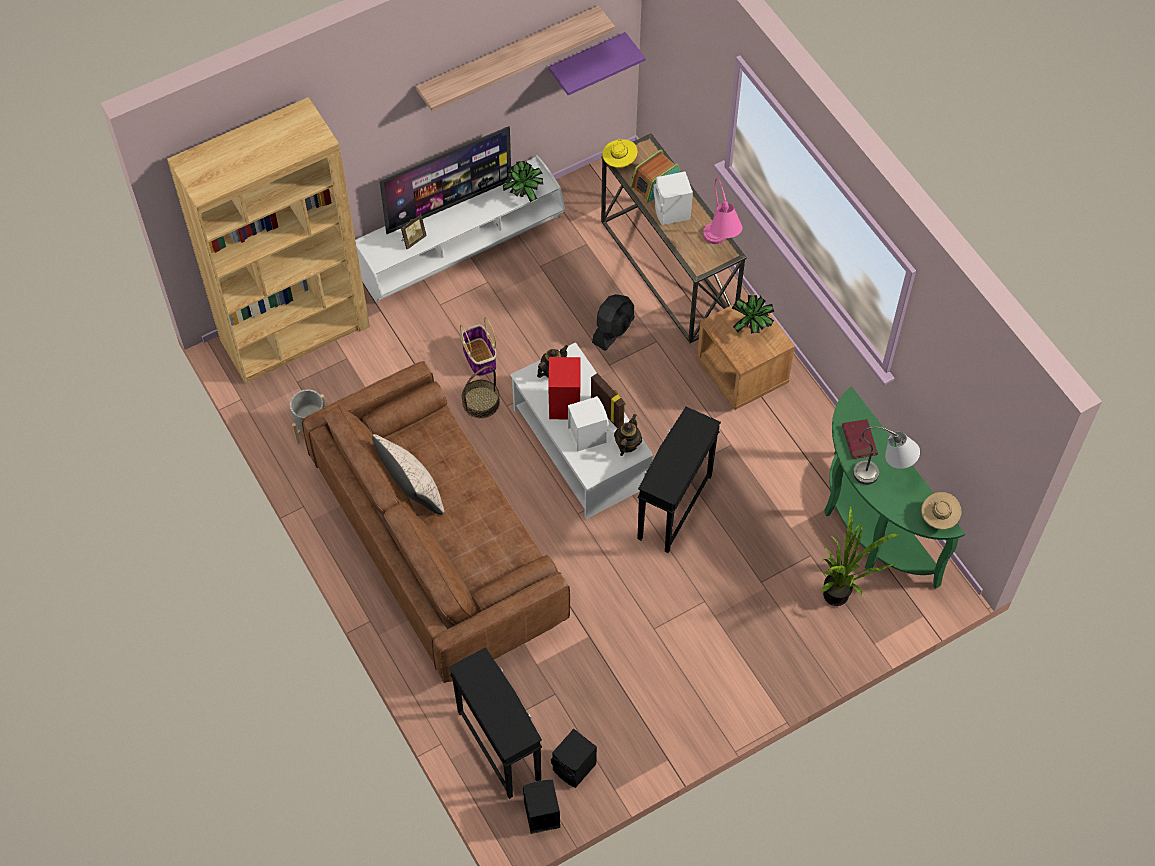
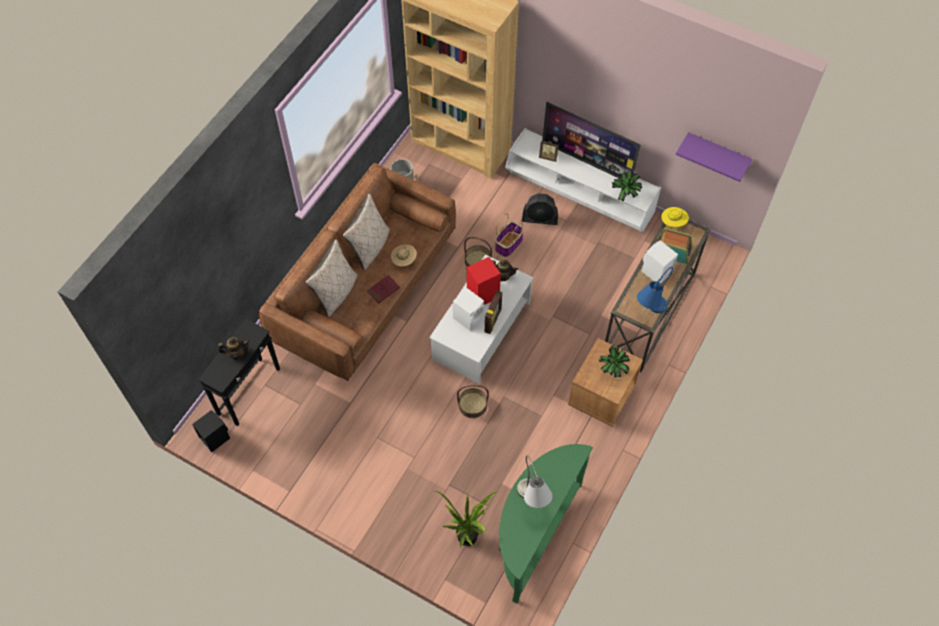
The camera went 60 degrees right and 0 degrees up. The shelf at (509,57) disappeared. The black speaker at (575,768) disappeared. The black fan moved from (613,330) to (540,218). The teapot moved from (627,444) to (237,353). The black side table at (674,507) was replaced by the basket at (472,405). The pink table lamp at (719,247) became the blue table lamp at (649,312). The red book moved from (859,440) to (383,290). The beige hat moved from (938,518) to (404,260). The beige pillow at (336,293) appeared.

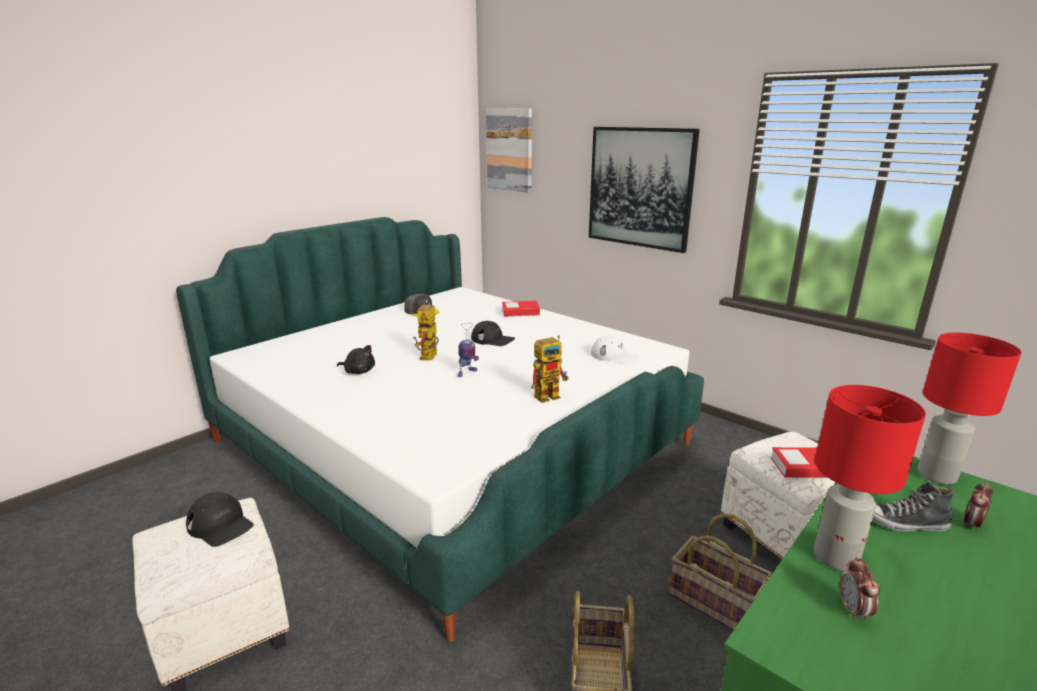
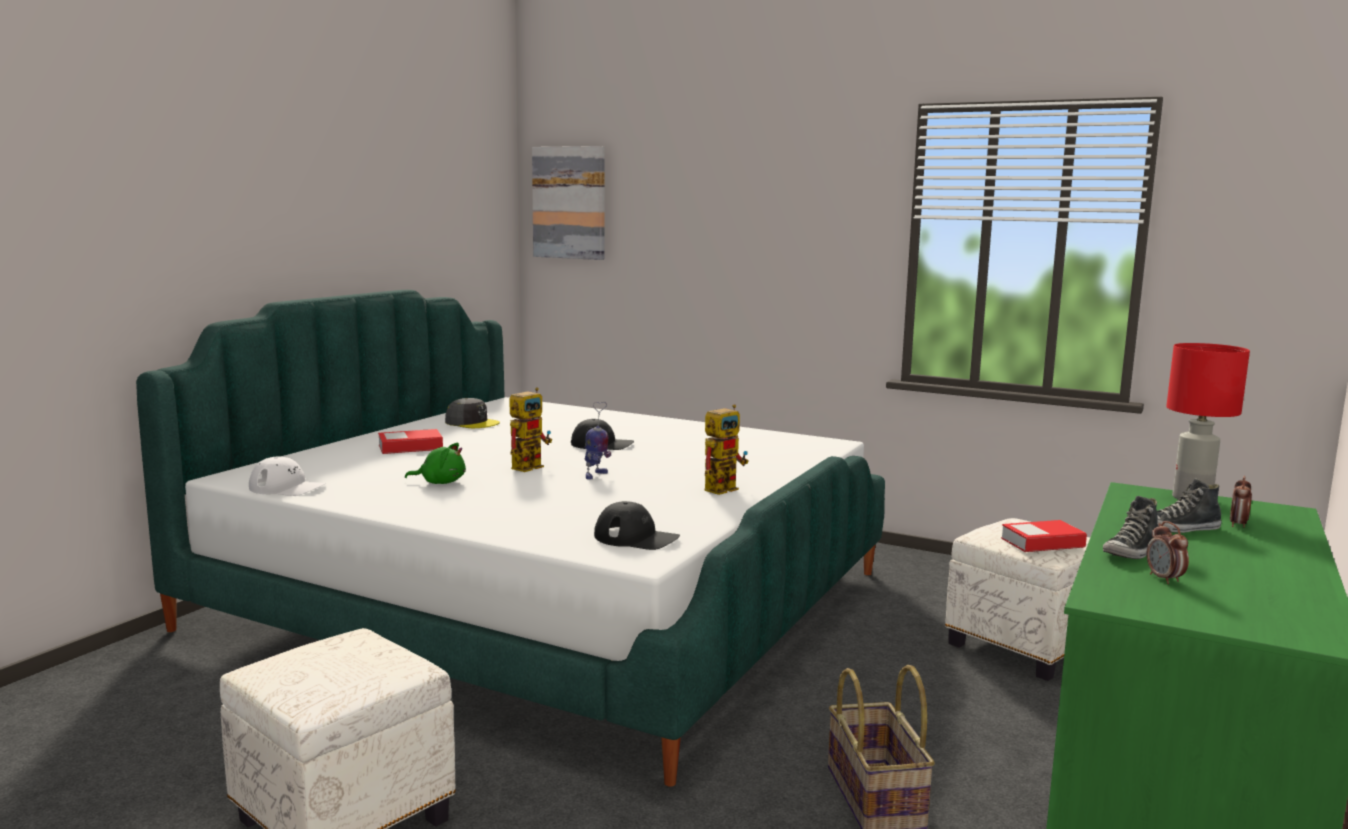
The camera went 15 degrees left and 10 degrees down. The black cap moved from (220,525) to (636,538). The black plush toy at (358,371) became the green plush toy at (440,482). The toy robot at (429,358) turned 135 degrees counterclockwise. The book moved from (520,312) to (410,447). The picture at (640,188) disappeared. The white cap moved from (614,356) to (287,488). The basket at (716,602) disappeared. The red table lamp at (837,557) was replaced by the shoe at (1131,552).

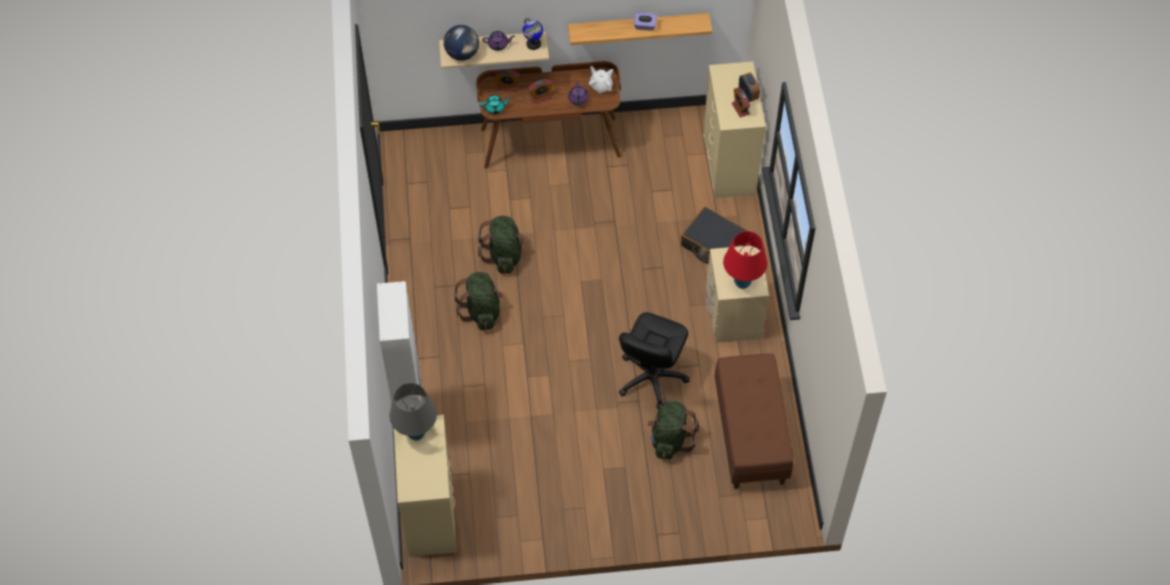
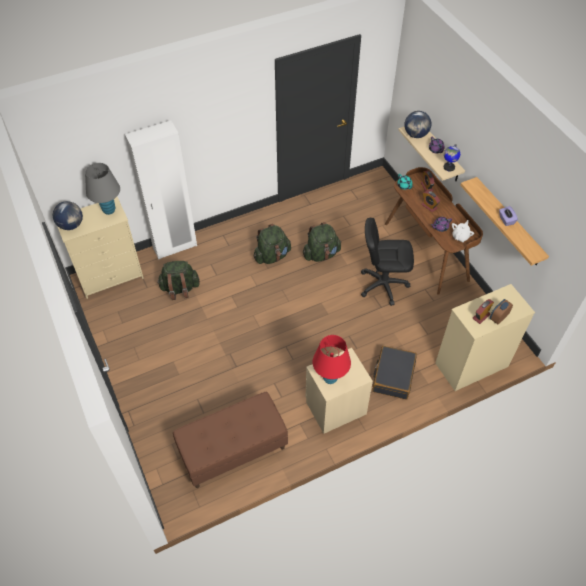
The camera went 70 degrees right and 5 degrees down. The black office chair moved from (651,378) to (383,285). The green backpack moved from (670,439) to (180,289). The globe at (71,225) appeared.

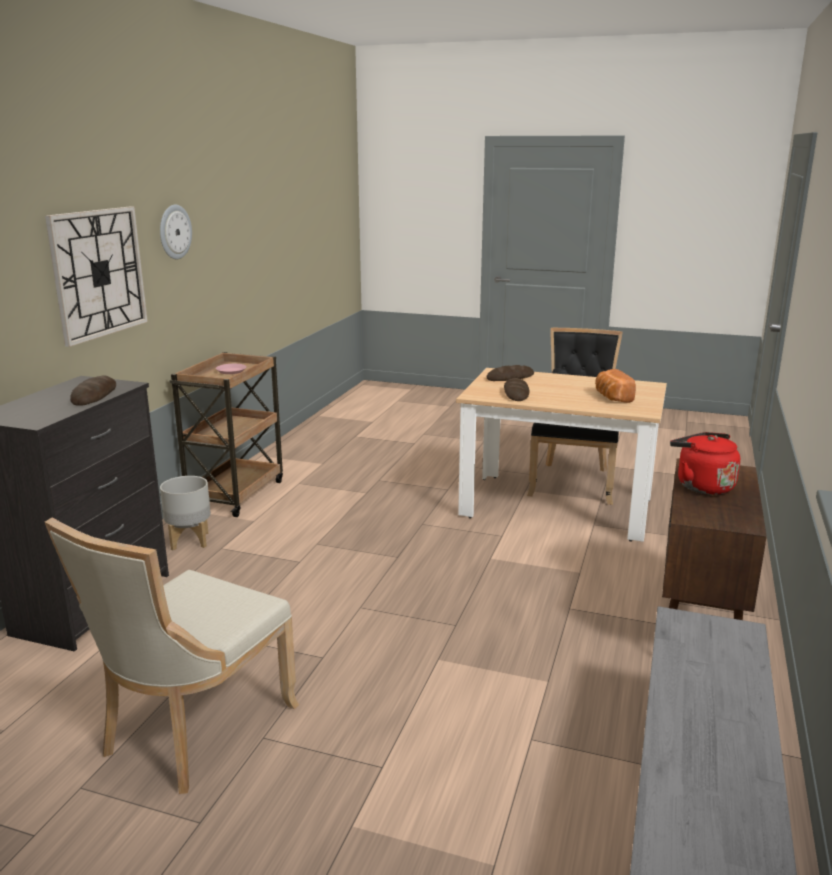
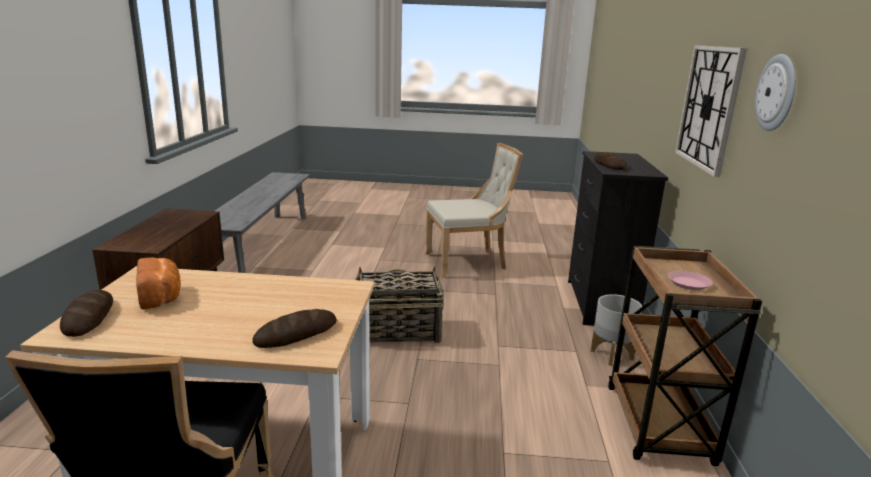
The camera went 165 degrees right and 0 degrees up. The beige chair at (192,731) turned 60 degrees clockwise. The bread moved from (516,393) to (89,317). The red kettle at (701,485) disappeared. The basket at (396,331) appeared.

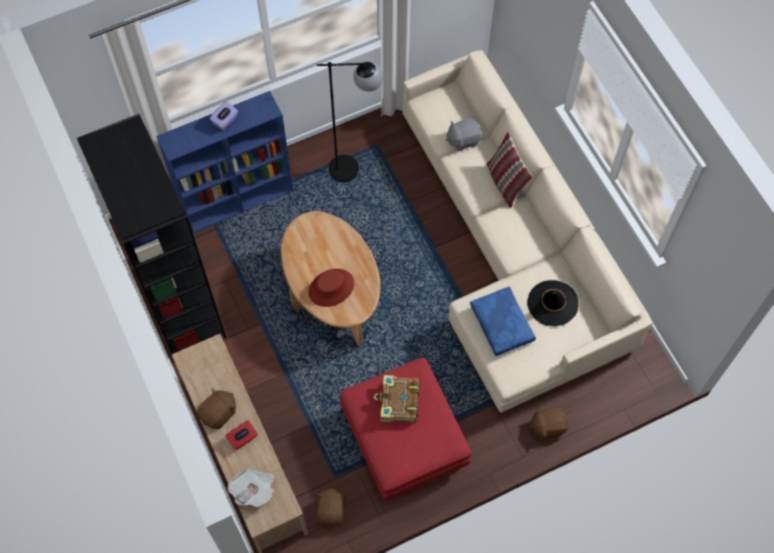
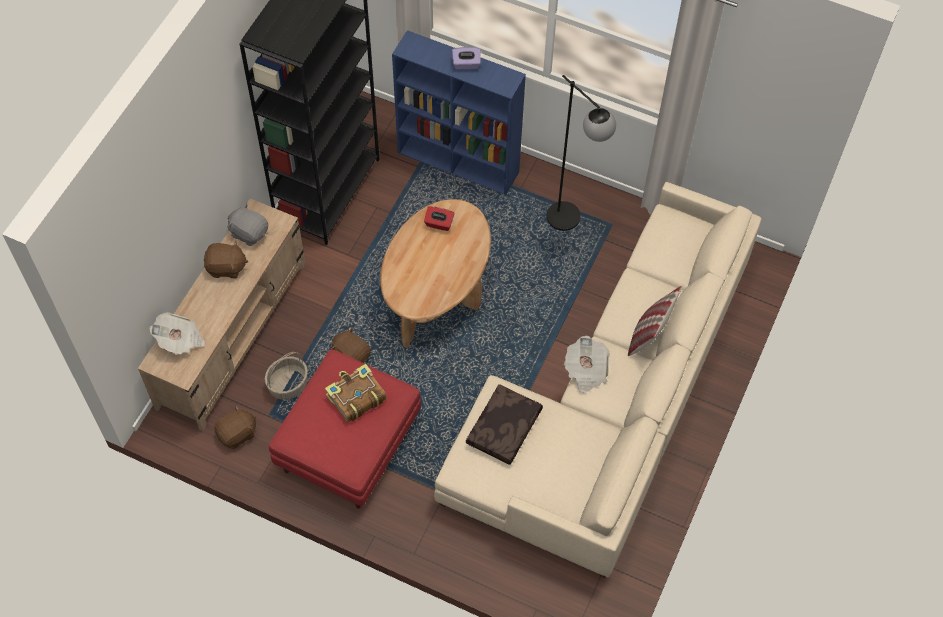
The camera went 50 degrees right and 5 degrees down. The red tissue box moved from (243,438) to (439,224). The red hat at (331,288) disappeared. The grey plush toy moved from (463,140) to (249,232). The blue pillow at (503,324) became the brown pillow at (504,429). The black hat at (552,303) disappeared. The brown plush toy moved from (547,426) to (351,355). The basket at (288,384) appeared. The newspaper at (586,371) appeared.

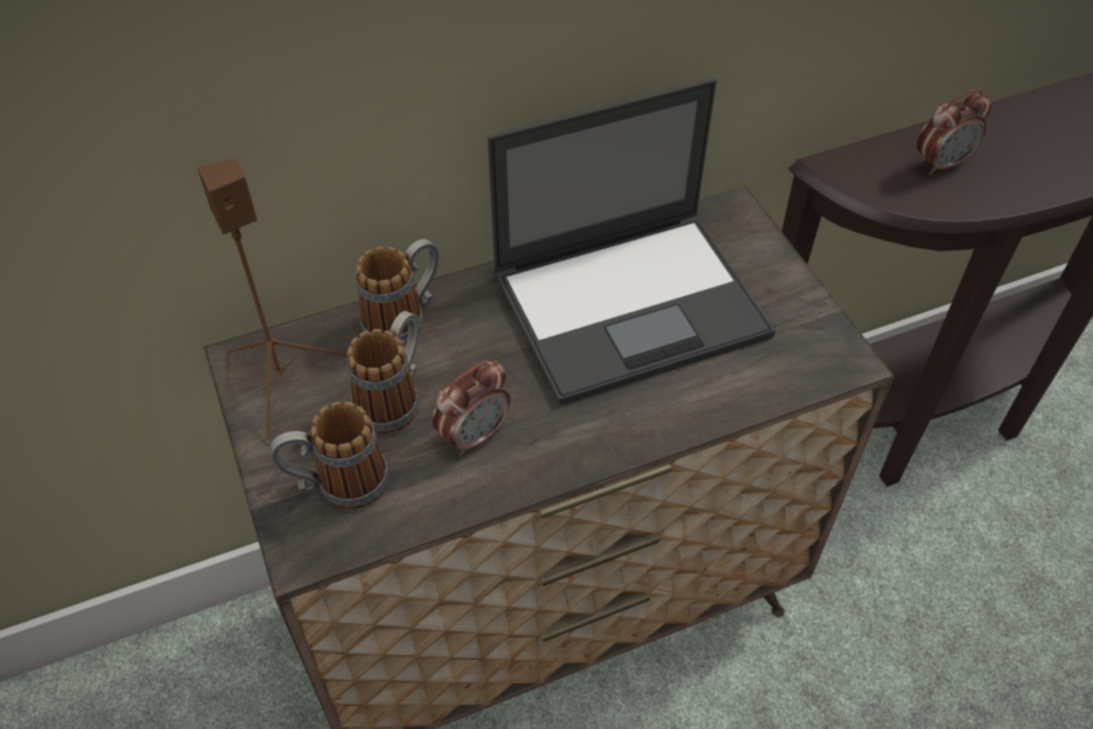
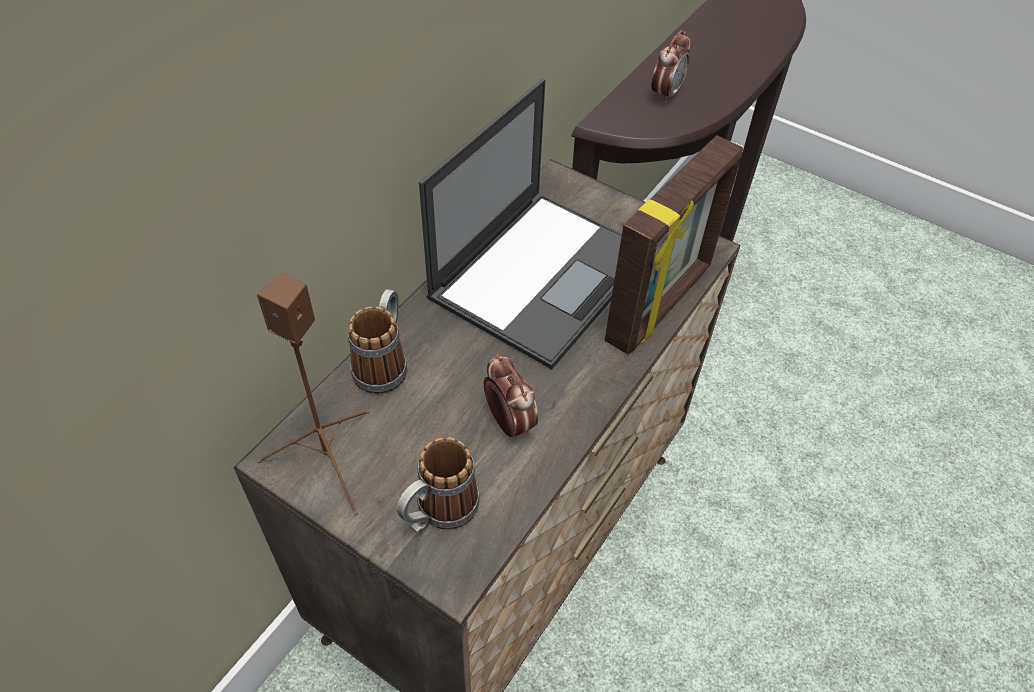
The camera went 35 degrees left and 0 degrees up. The mug at (395,397) disappeared. The alarm clock at (474,435) turned 45 degrees counterclockwise. The picture frame at (661,304) appeared.

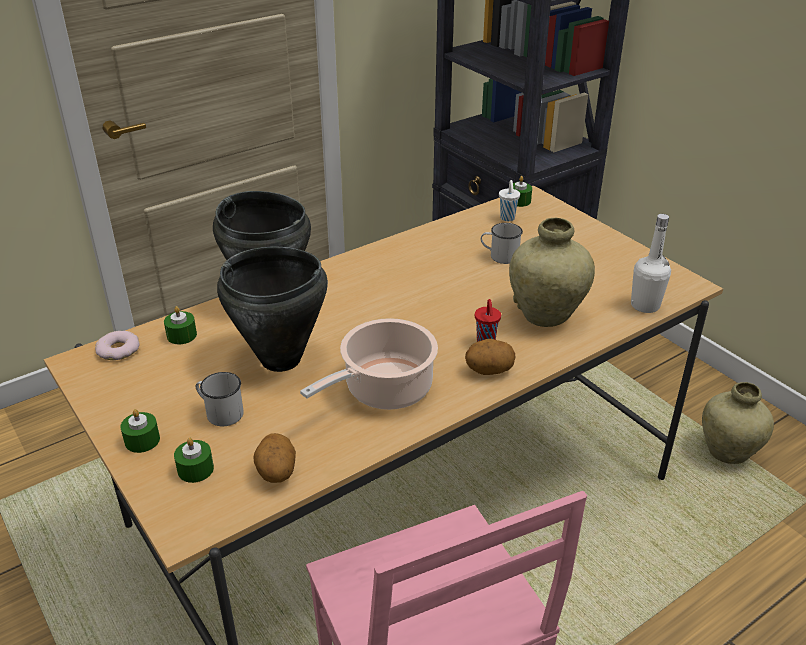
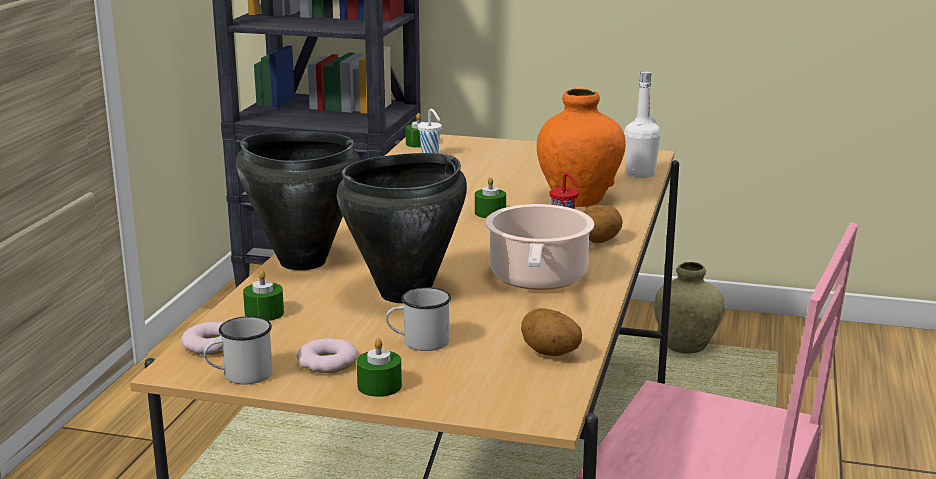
The camera went 40 degrees left and 15 degrees down. The green candle moved from (195,469) to (490,213). The white mug moved from (499,256) to (240,375). The beige vase at (546,315) became the orange vase at (579,200). The donut at (327,362) appeared.

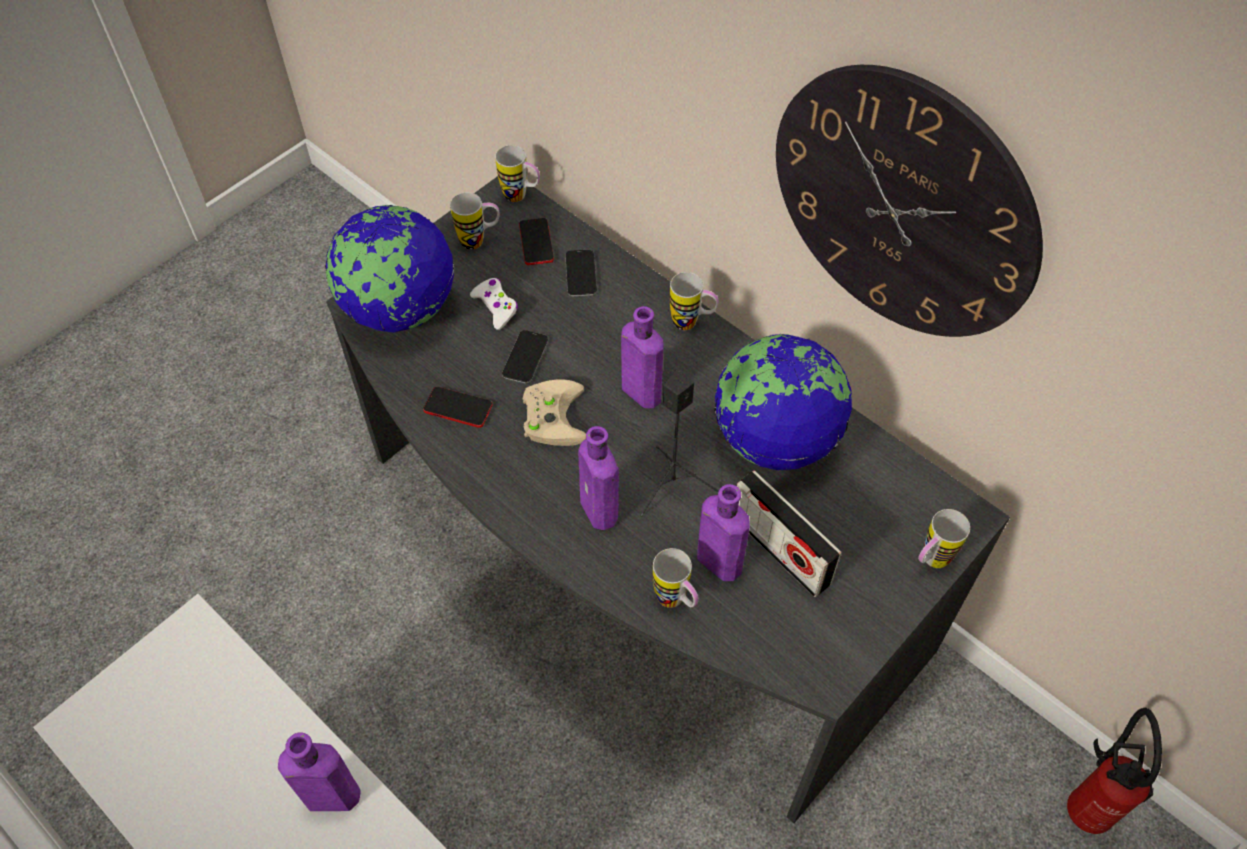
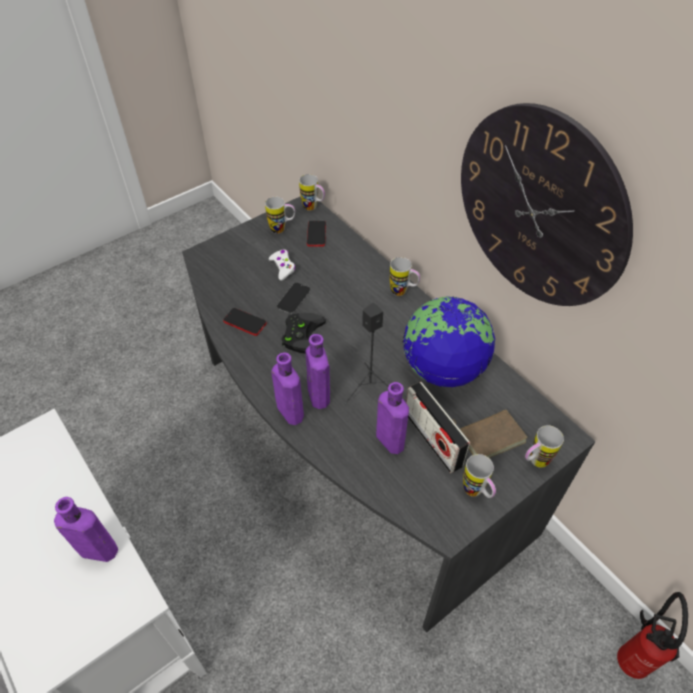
The camera went 10 degrees right and 5 degrees down. The globe at (399,309) disappeared. The beige game controller at (551,415) became the black game controller at (302,334). The phone at (581,274) disappeared. The purple bottle moved from (639,390) to (289,410). The mug moved from (676,602) to (476,493). The brown book at (490,435) appeared.

